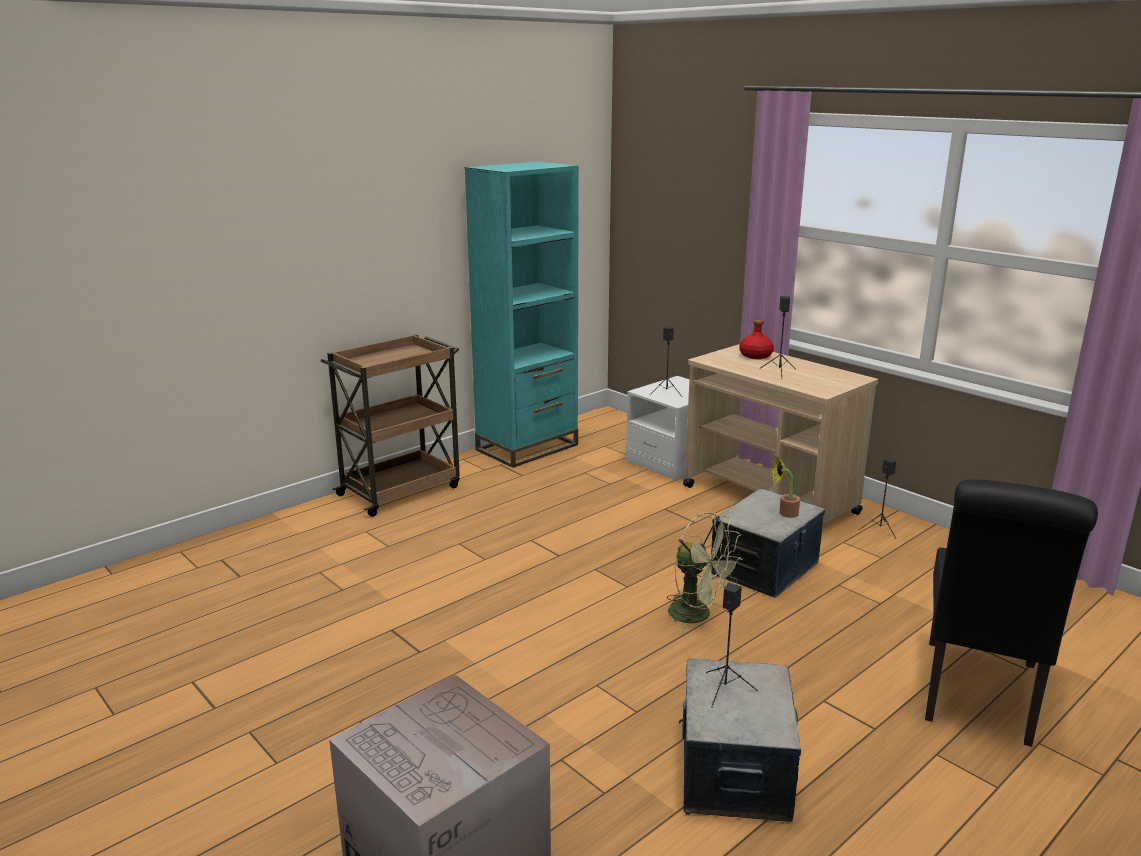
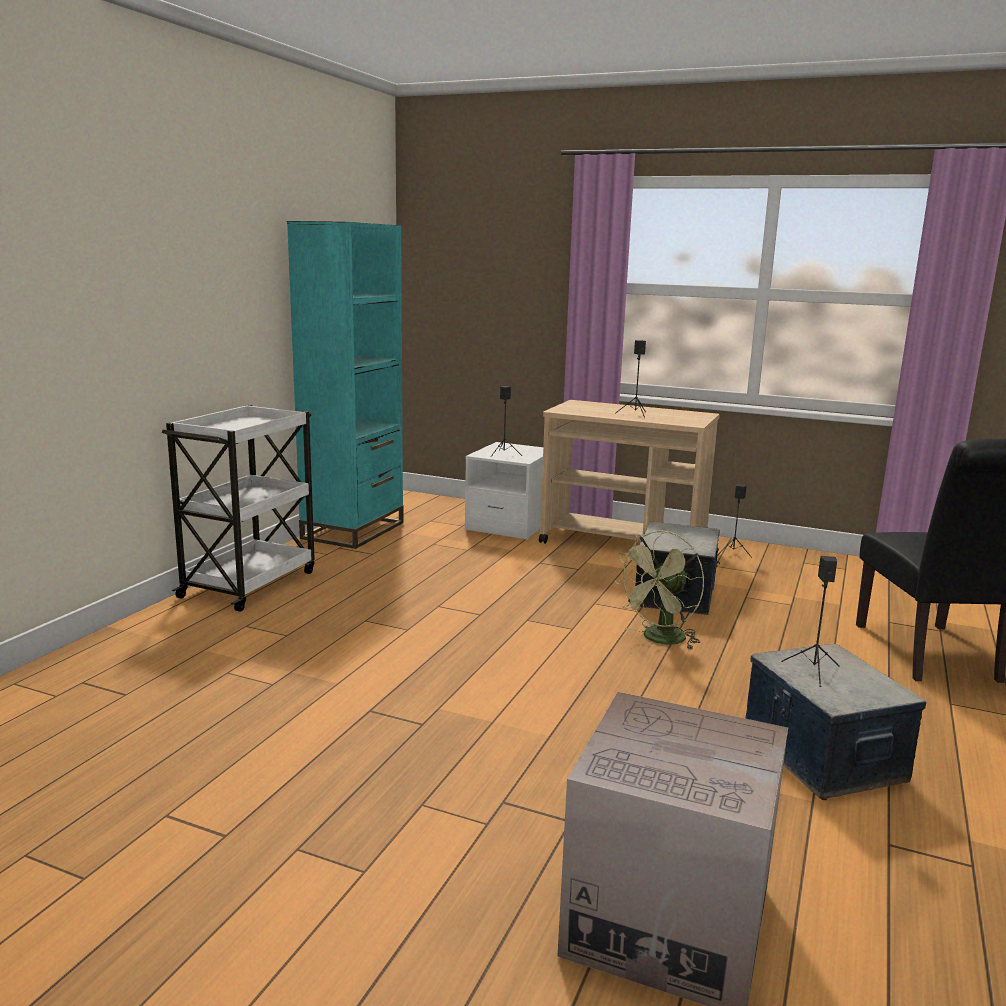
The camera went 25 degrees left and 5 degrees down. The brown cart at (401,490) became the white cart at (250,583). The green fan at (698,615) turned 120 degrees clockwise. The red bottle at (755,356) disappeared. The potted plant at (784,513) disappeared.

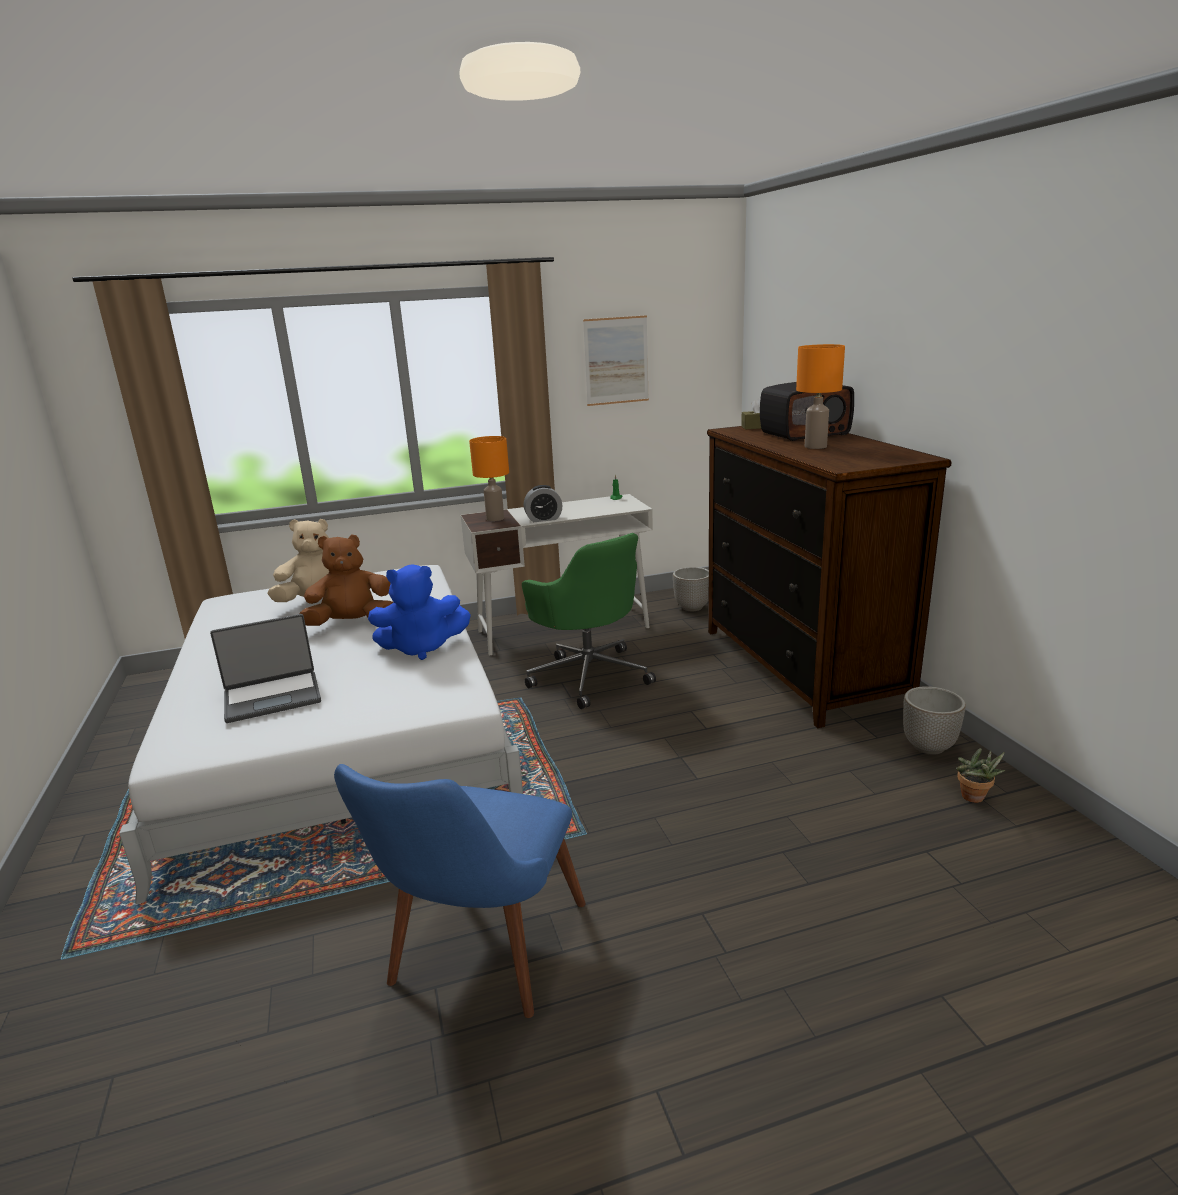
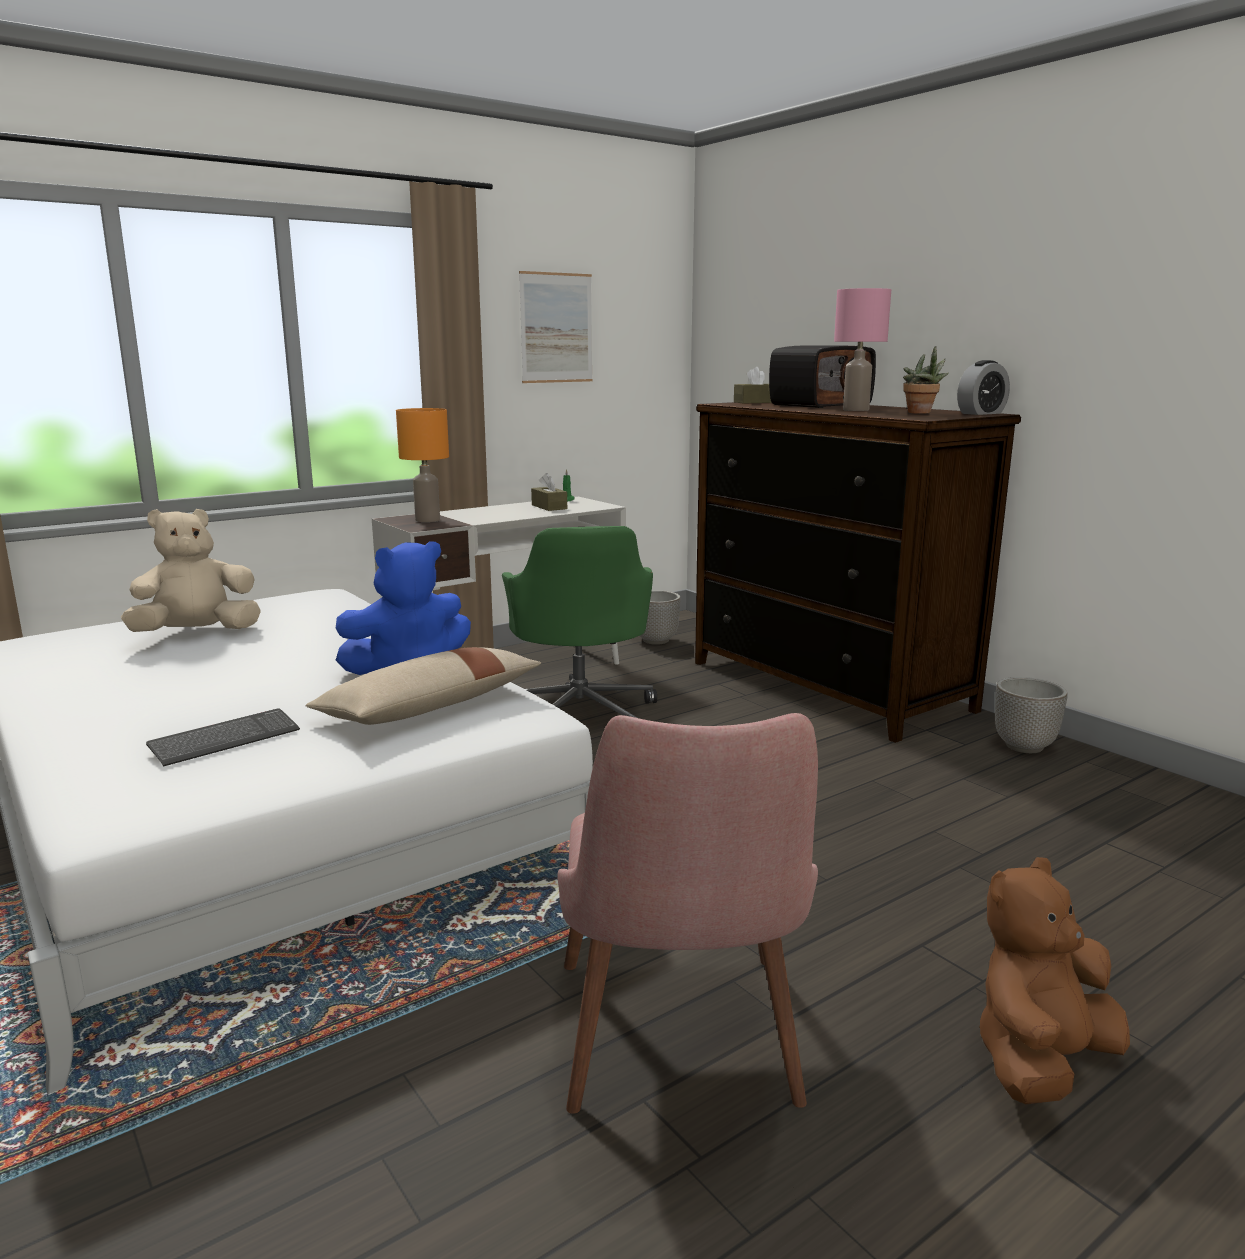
The camera went 20 degrees left and 5 degrees down. The laptop at (272,697) was replaced by the keyboard at (225,740). The brown plush toy moved from (352,623) to (1040,1061). The blue chair at (478,961) became the pink chair at (681,1055). The green office chair at (589,675) turned 45 degrees clockwise. The alarm clock moved from (543,519) to (981,413). The orange table lamp at (816,446) became the pink table lamp at (856,410). The potted plant moved from (974,799) to (921,413). The beige pillow at (430,707) appeared. The brown tissue box at (549,507) appeared.

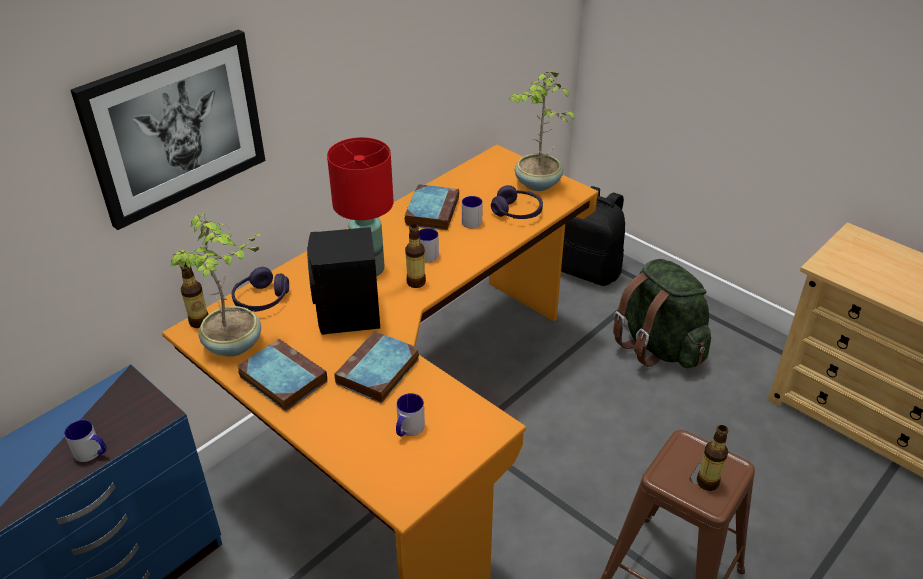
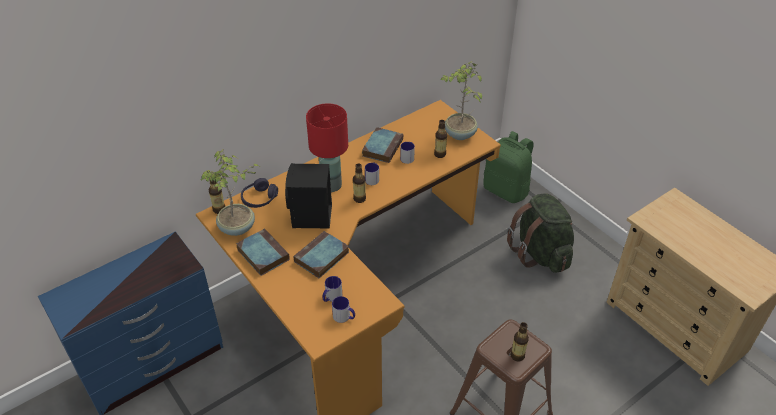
The camera went 10 degrees right and 5 degrees up. The mug moved from (92,453) to (344,317). The picture at (175,127) disappeared. The purple headphones at (517,212) was replaced by the bottle at (440,154). The black backpack at (590,271) became the green backpack at (506,190).

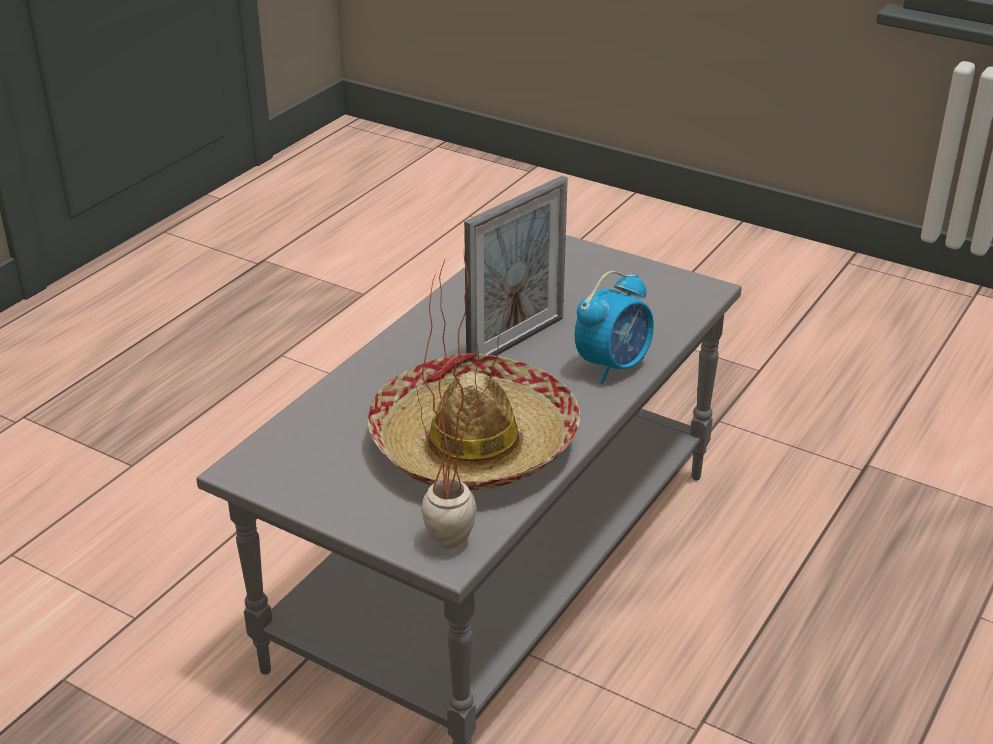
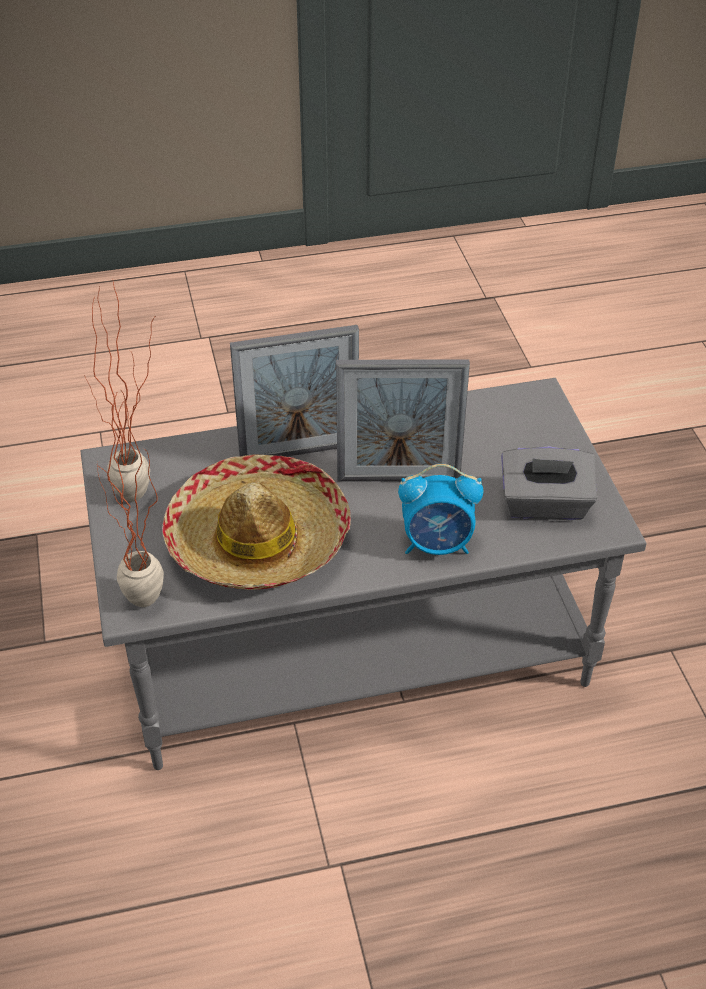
The camera went 45 degrees right and 10 degrees up. The potted plant at (144,499) appeared. The picture frame at (299,452) appeared. The grey tissue box at (544,505) appeared.

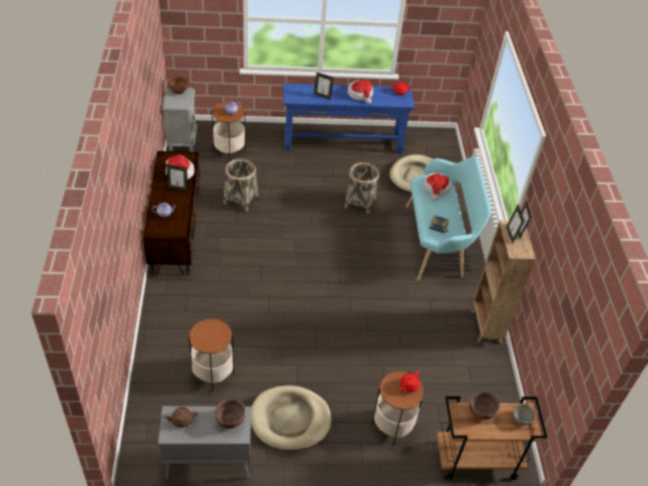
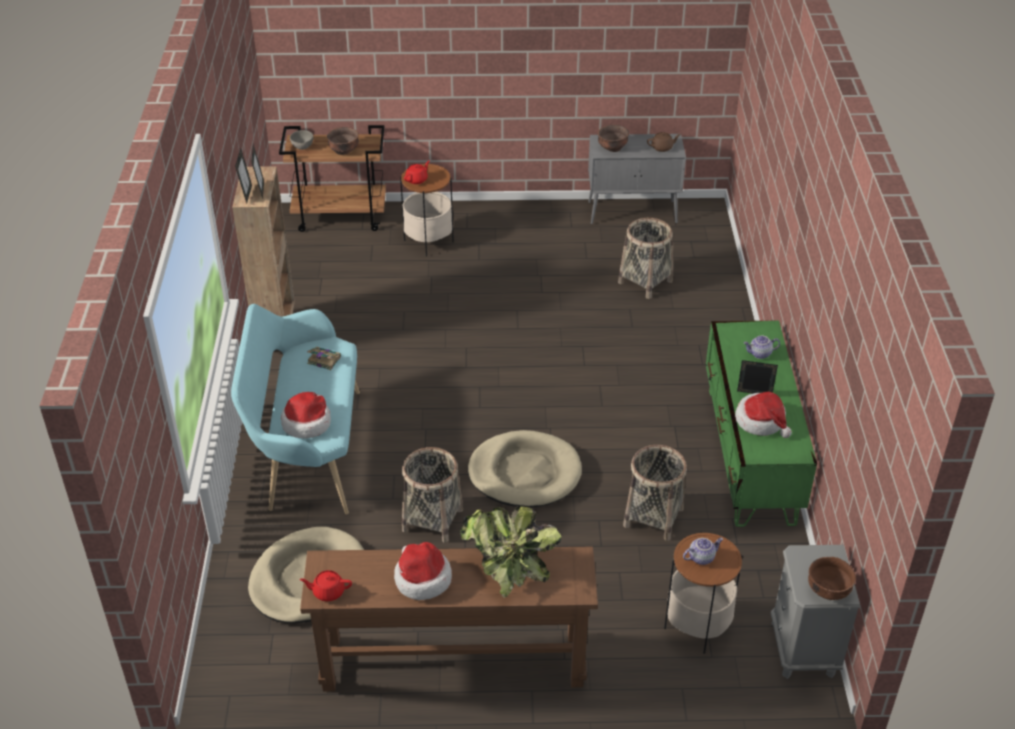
The camera went 175 degrees left and 5 degrees down. The brown tv stand at (176,231) became the green tv stand at (749,455). The side table at (212,373) was replaced by the basket at (645,282). The beige dog bed moved from (290,420) to (524,473). The blue console table at (343,143) became the brown console table at (453,661). The picture frame at (322,96) was replaced by the potted plant at (507,570).

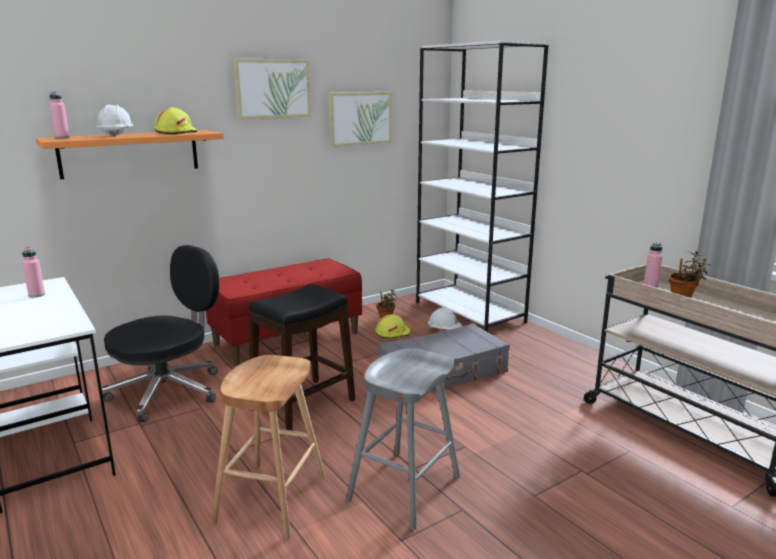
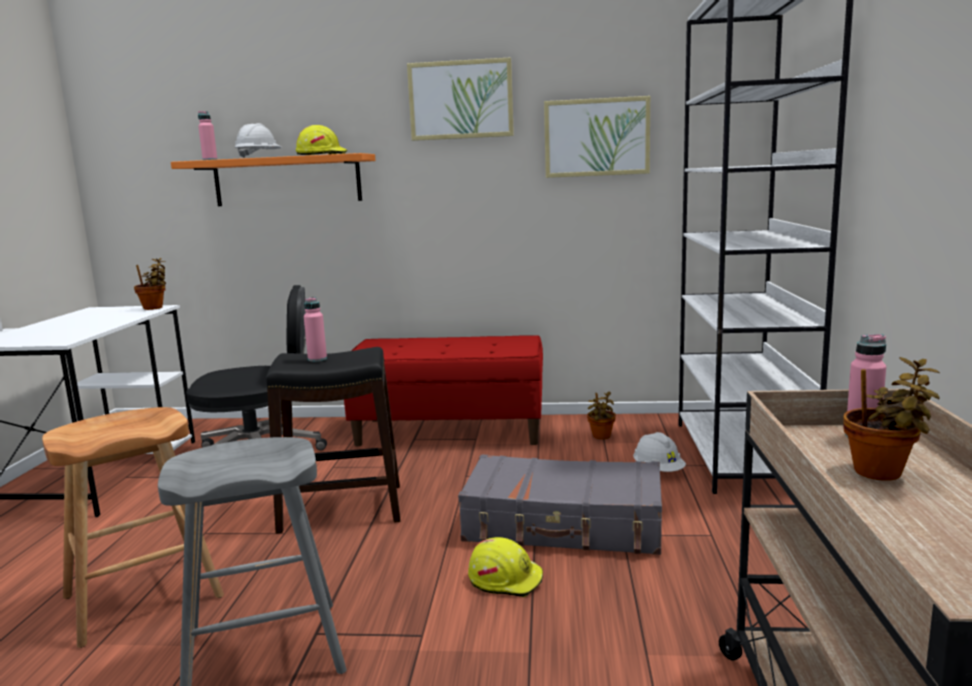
The camera went 40 degrees right and 5 degrees down. The pink bottle moved from (37,295) to (317,359). The yellow hard hat moved from (392,333) to (505,579). The potted plant at (155,308) appeared.

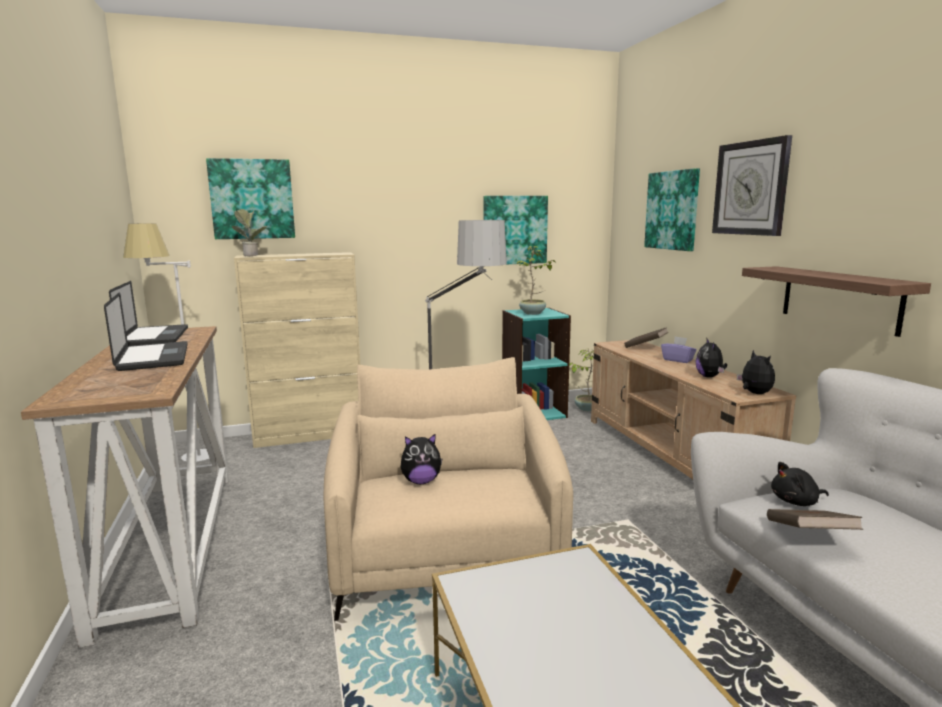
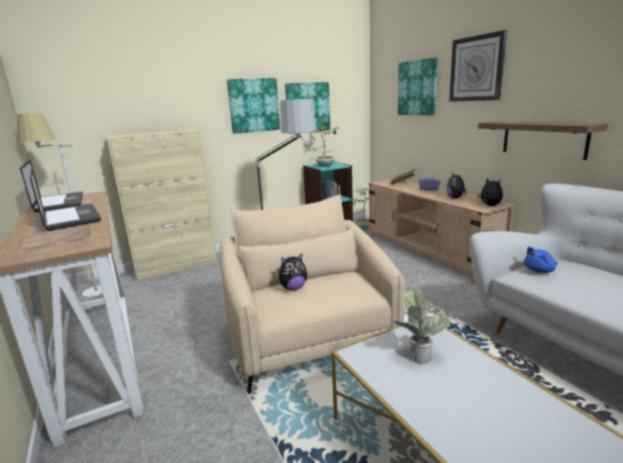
The camera went 10 degrees left and 5 degrees up. The picture moved from (252,199) to (253,105). The potted plant moved from (252,255) to (418,354). The brown book at (809,536) disappeared. The black plush toy at (796,502) became the blue plush toy at (540,271).

